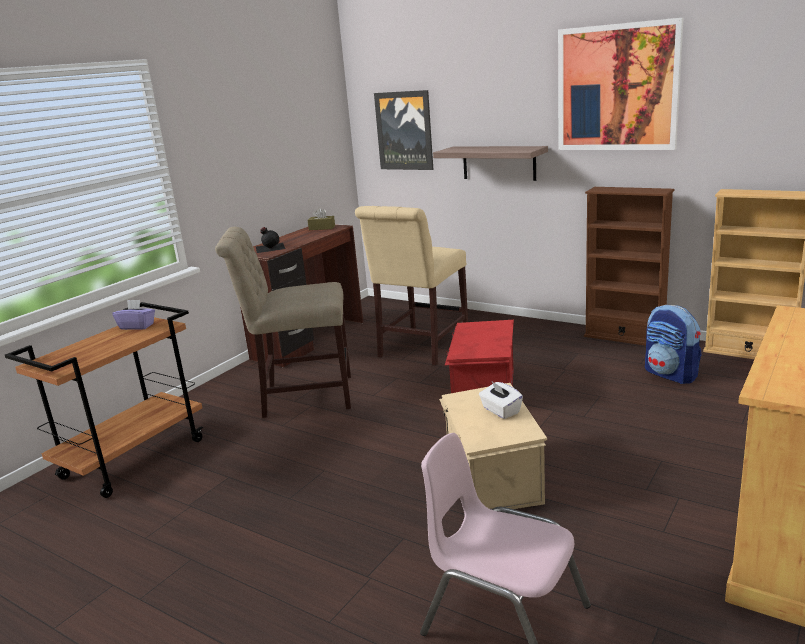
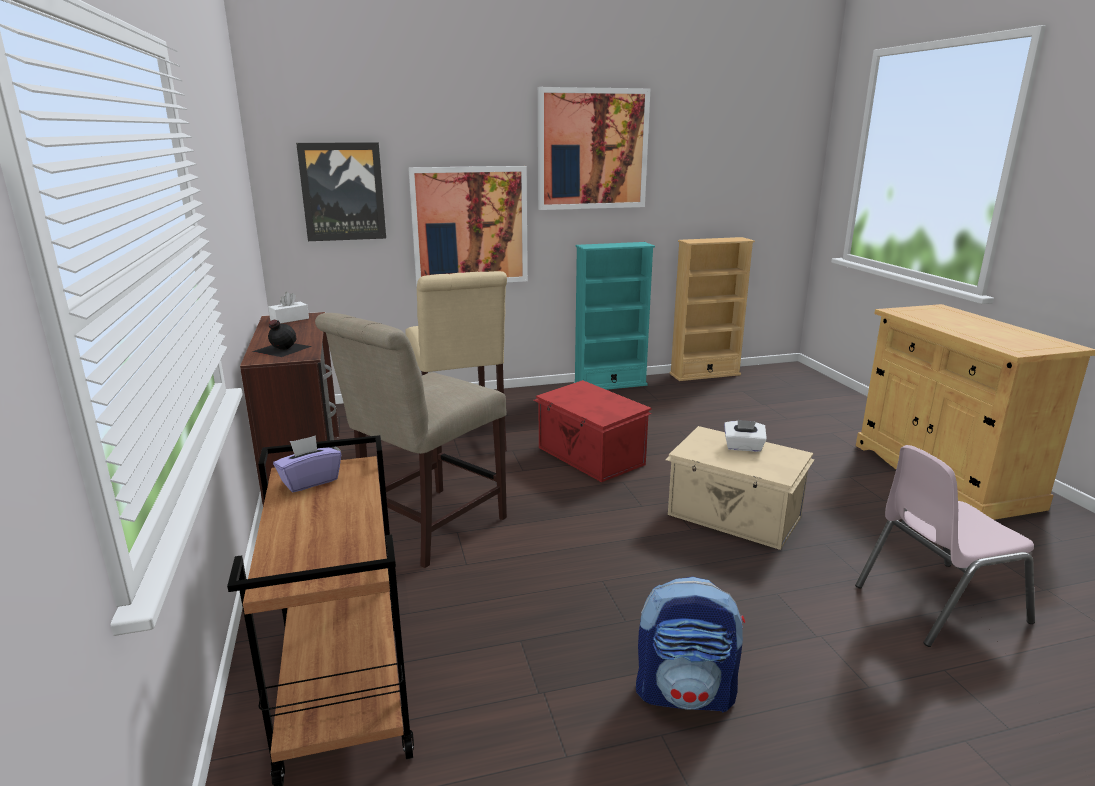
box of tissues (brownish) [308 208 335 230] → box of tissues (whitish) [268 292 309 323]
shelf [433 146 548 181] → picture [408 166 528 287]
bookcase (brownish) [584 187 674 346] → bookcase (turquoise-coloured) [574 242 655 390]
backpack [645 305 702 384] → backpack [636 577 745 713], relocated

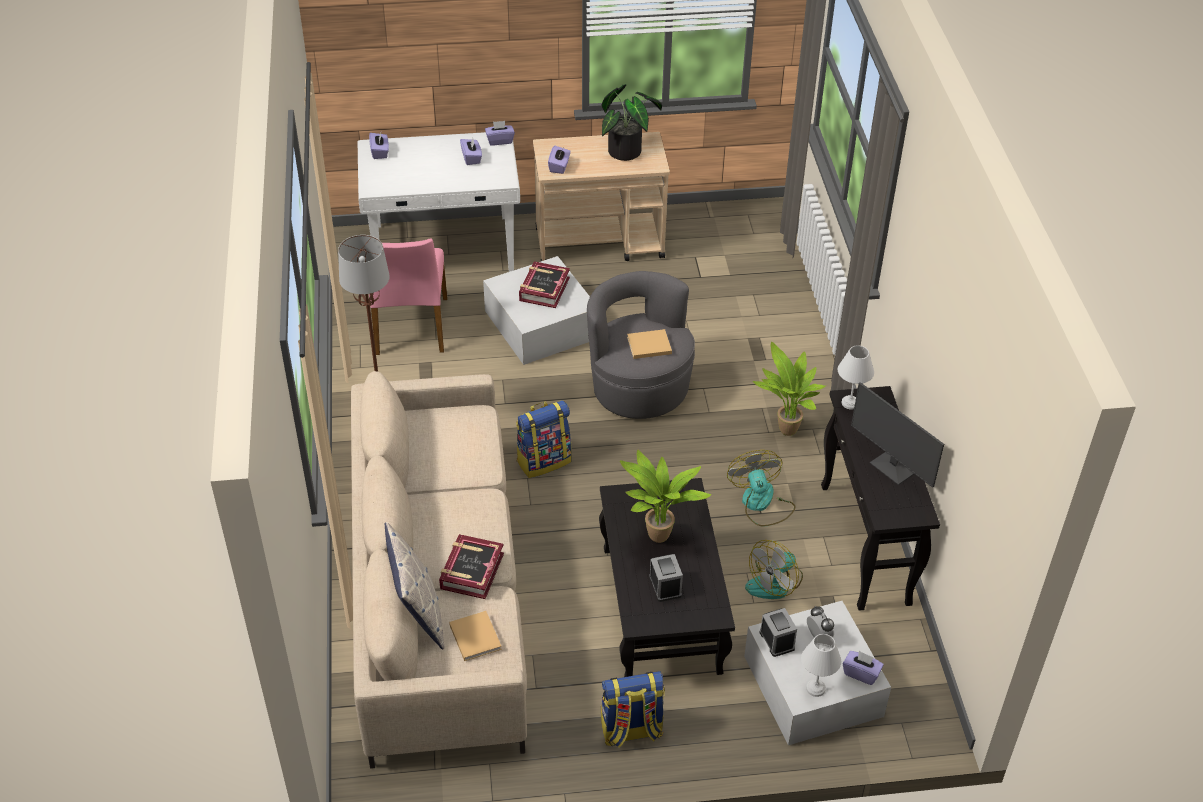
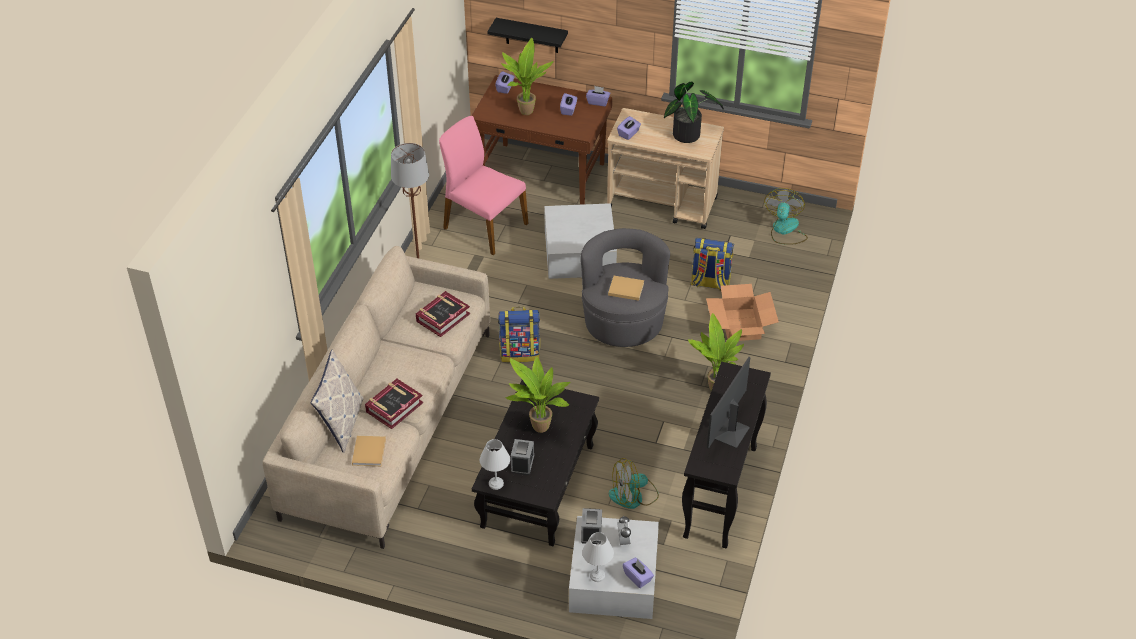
desk unit (whitish) [358 132 520 272] → desk unit (brownish) [472 75 612 205]
upright chair (pink-coloured) [369 238 447 355] → upright chair (pink-coloured) [439 116 529 255], 105 degrees clockwise
bound book [519 261 570 308] → bound book [416 291 470 337], relocated
backpack [601 671 665 748] → backpack [690 238 734 291], relocated
cooling fan [727 450 796 526] → cooling fan [764 188 808 245], relocated
lamp for a table (whitish) [838 345 874 409] → lamp for a table (whitish) [480 439 510 490], relocated
computer display [851 382 944 488] → computer display [707 357 750 449], 45 degrees clockwise
- → shelf (black) [487 18 568 53]
- → plant in a pot [501 38 554 115]
- → carton [706 284 779 341]

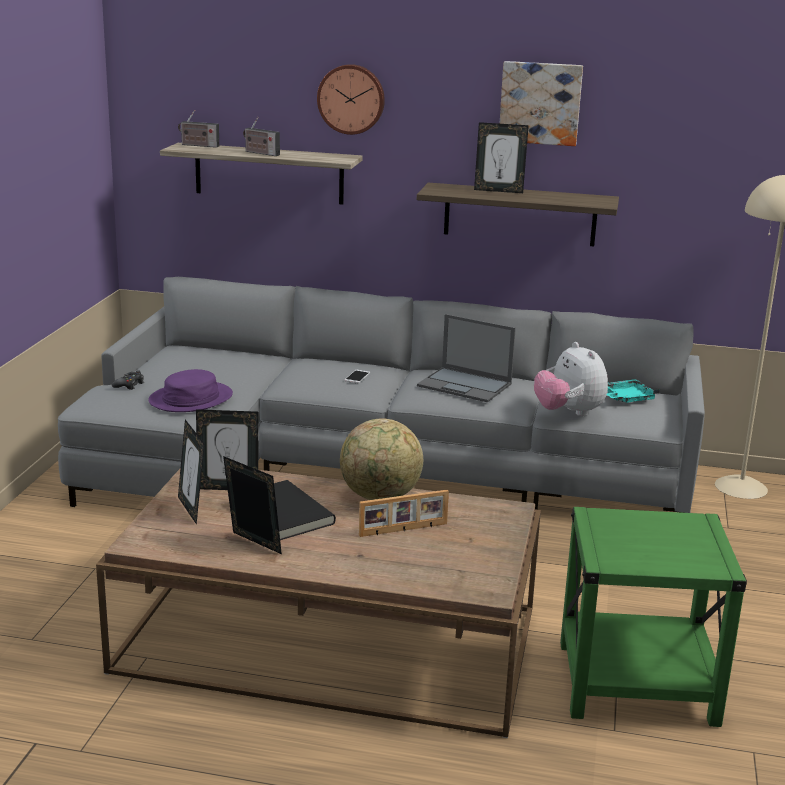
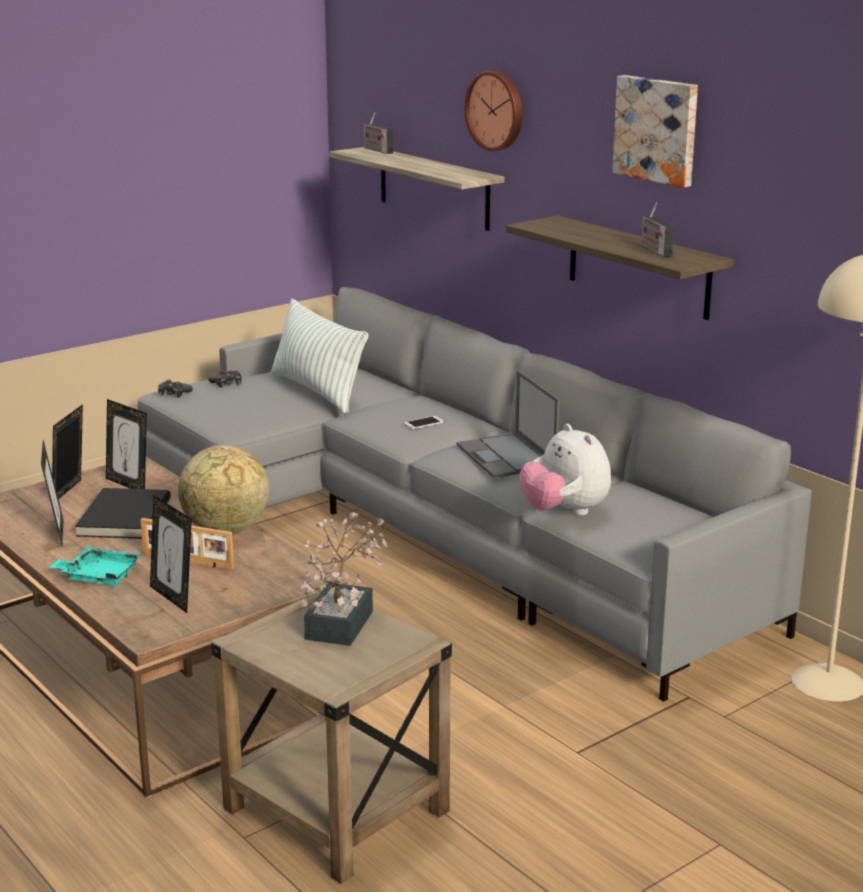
clothing hat (purple-coloured) [148 369 233 412] → -
radio receiver [243 117 280 156] → radio receiver [642 203 674 257], relocated
standing frame [474 122 529 193] → standing frame [150 496 192 613], relocated
plush toy [534 342 608 416] → plush toy [519 424 611 516], 45 degrees counterclockwise
end table (greenish) [560 507 747 727] → end table (beige) [211 589 452 884]
serving tray (turquoise-coloured) [607 379 660 403] → serving tray (turquoise-coloured) [49 546 141 586], relocated
- → joypad (black) [158 380 193 398]
- → pillow [271 299 368 414]
- → plant in a pot [300 512 388 646]

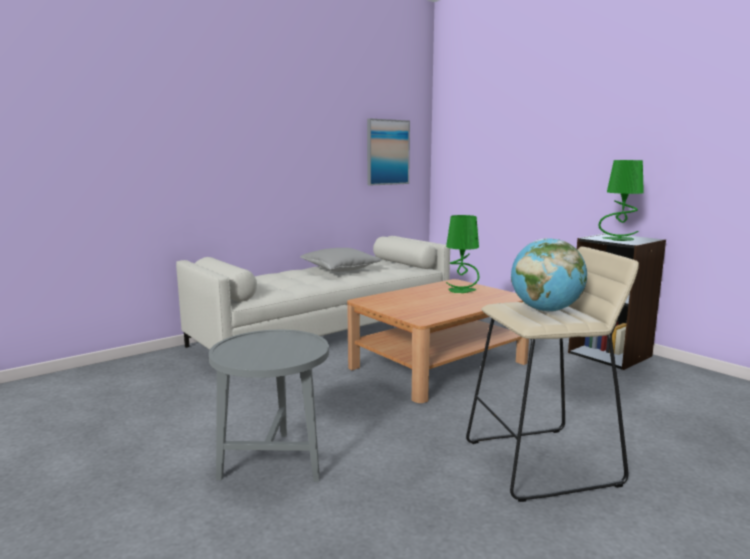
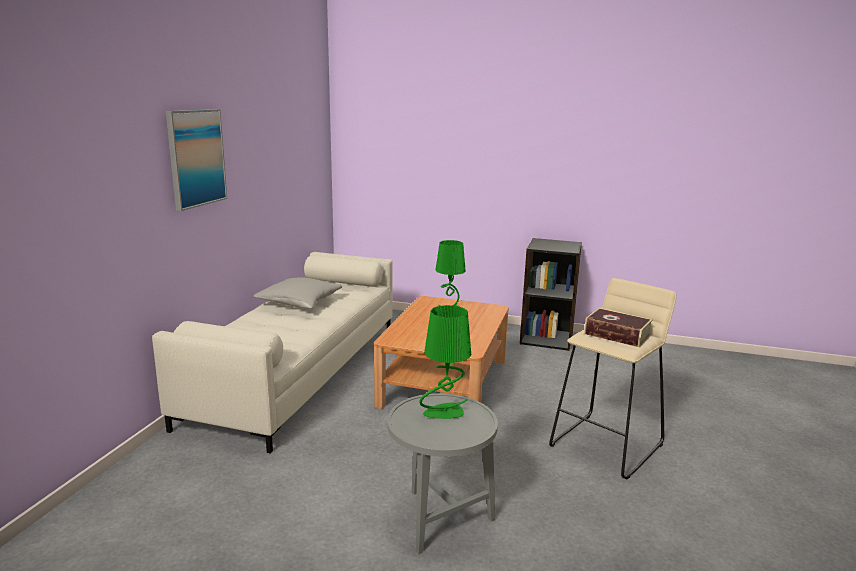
picture [367 118 410 185] → picture [166 109 227 211], relocated
globe [511 238 587 312] → bound book [584 308 653 347]
lamp for a table (greenish) [599 160 644 241] → lamp for a table (greenish) [419 305 471 419], relocated

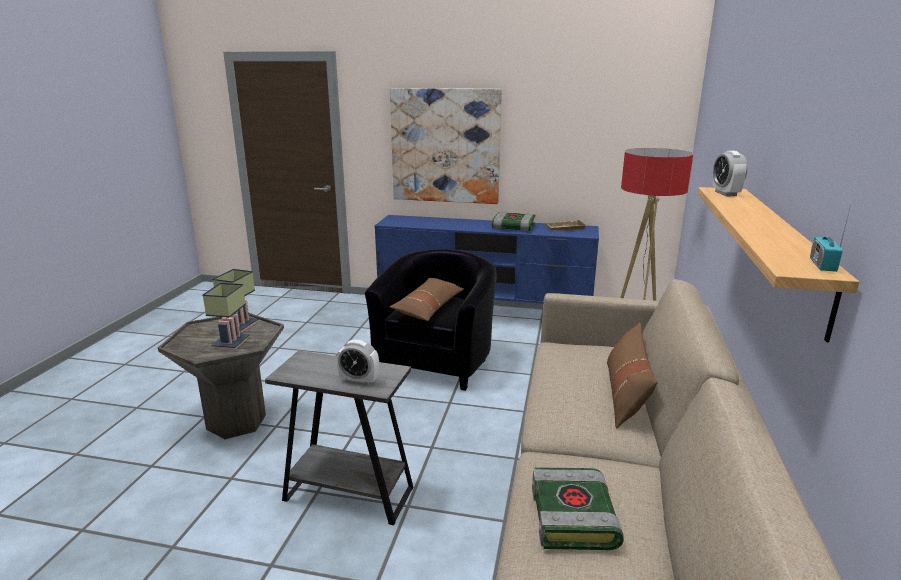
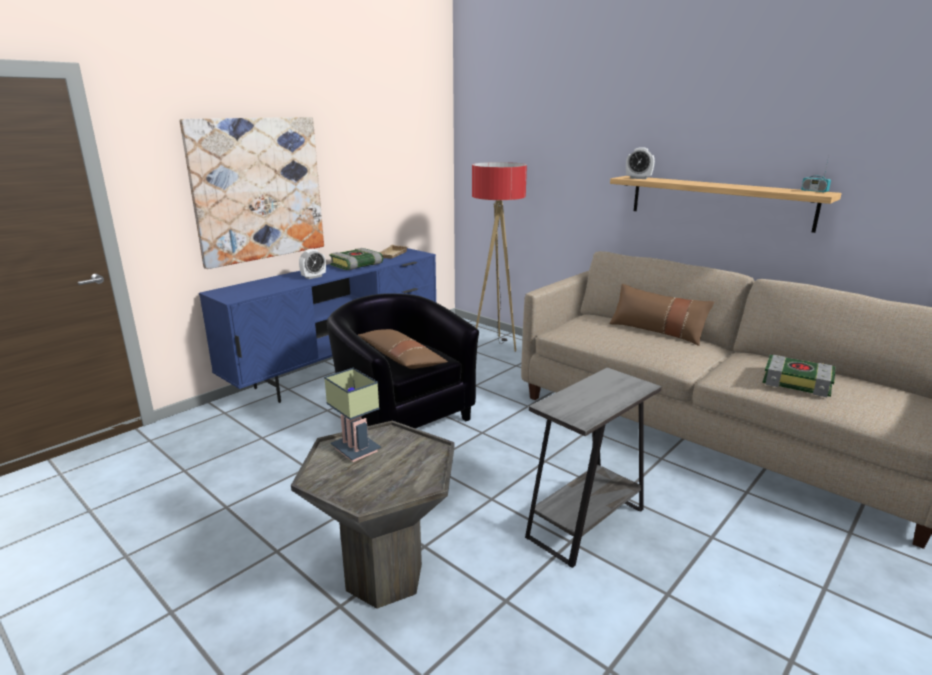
lamp for a table [203 283 250 350] → -
bedside clock [336 340 379 386] → bedside clock [299 248 326 279], relocated

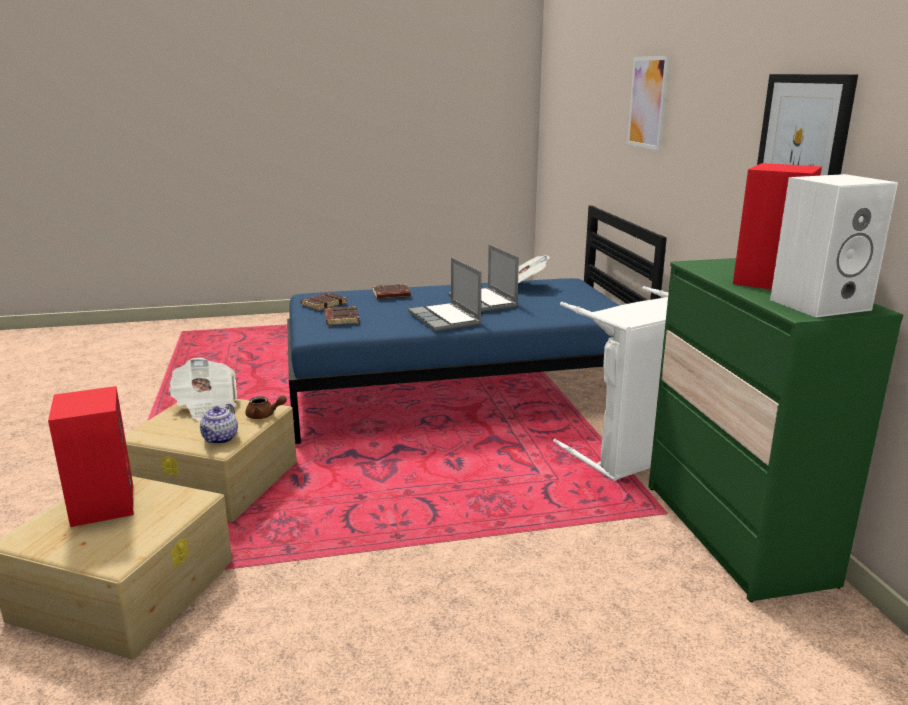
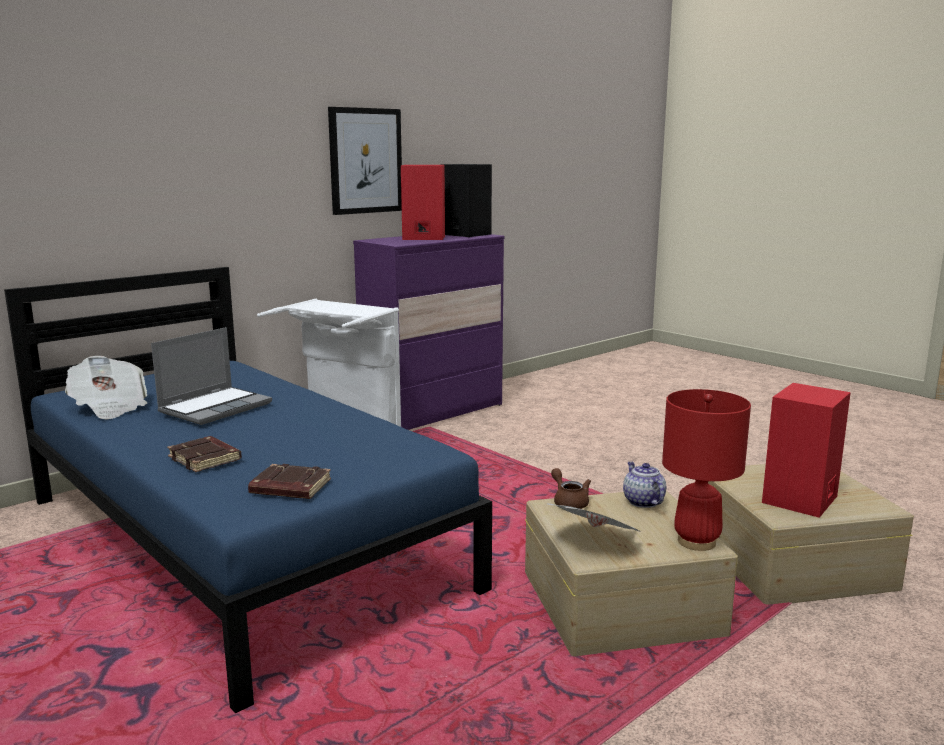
pot for tea [200 403 238 444] → pot for tea [623 462 666 508], 90 degrees counterclockwise
bound book (brownish) [325 306 359 325] → -
laptop [408 257 481 331] → -
picture [627 56 669 150] → -
drawer chest (greenish) [649 258 903 602] → drawer chest (purple-coloured) [353 234 505 430]
audio speaker (whitish) [770 174 898 318] → audio speaker (black) [440 164 492 237]
- → lamp for a table (reddish) [662 389 751 551]

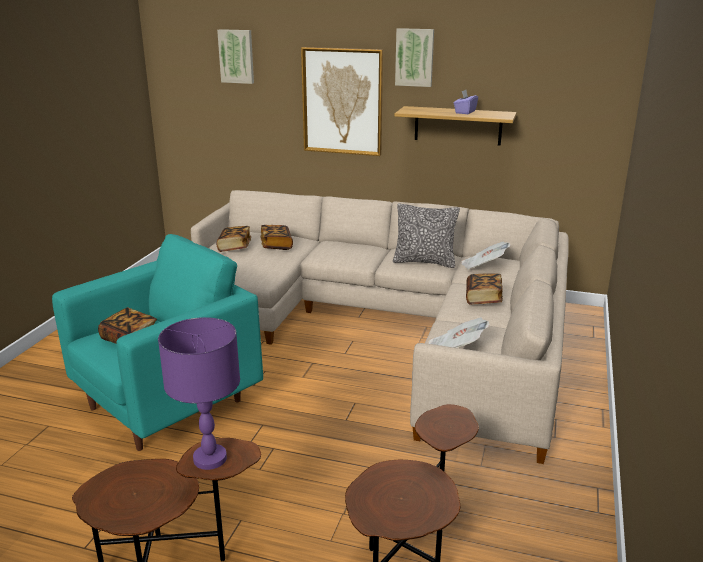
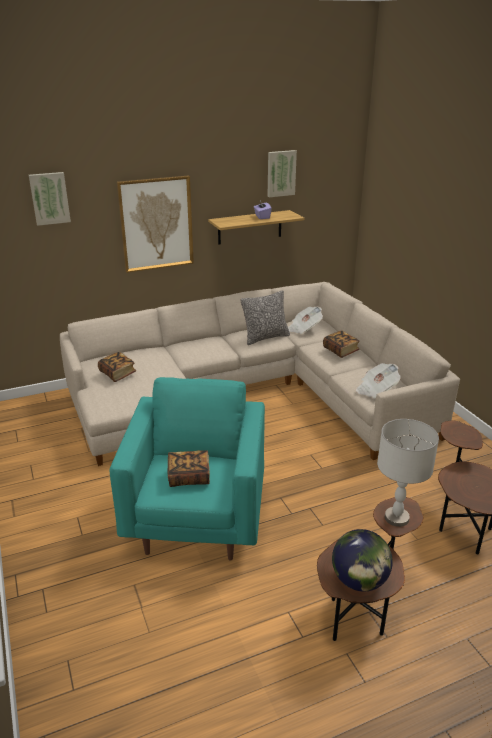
lamp for a table (purple-coloured) [158 317 240 470] → lamp for a table (grey) [377 419 439 527]
bound book [261 225 293 250] → -
picture [395 28 434 87] → picture [268 150 297 197], relocated
- → globe [332 529 393 591]

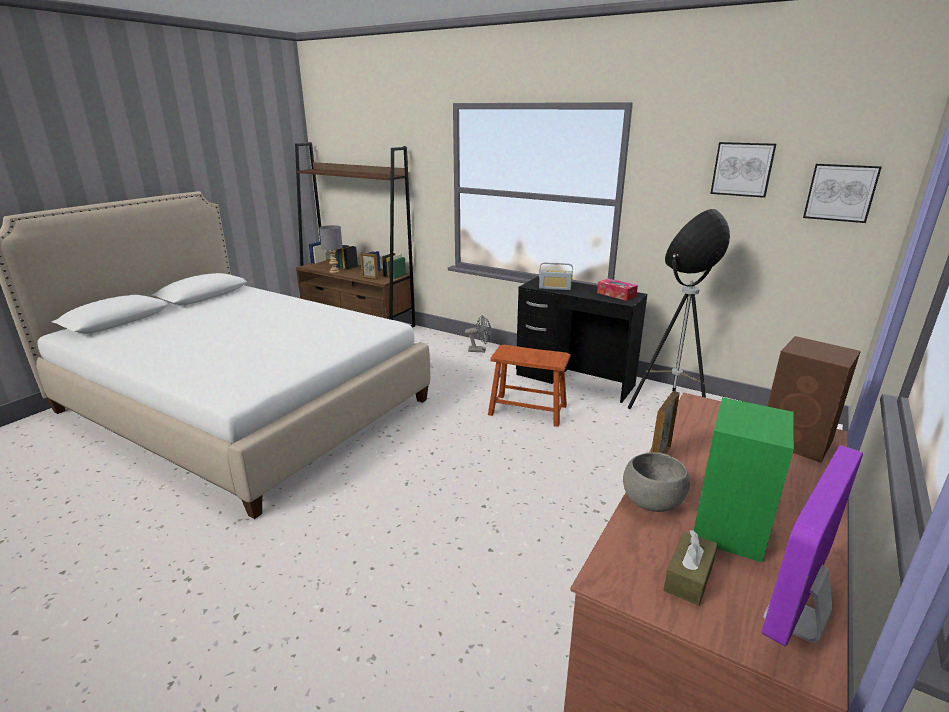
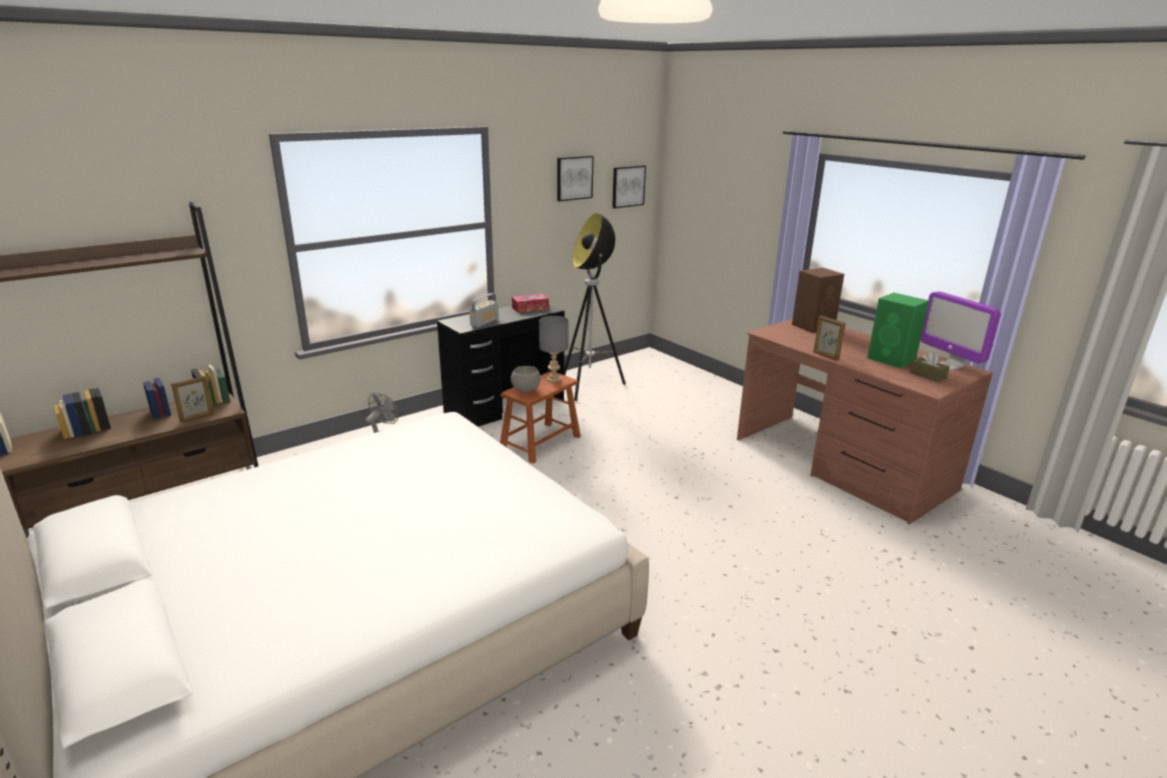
lamp for a table (grey) [319 225 343 273] → lamp for a table (grey) [539 316 569 382], relocated
serving bowl (grey) [623 452 690 512] → serving bowl (grey) [511 366 541 392], relocated

